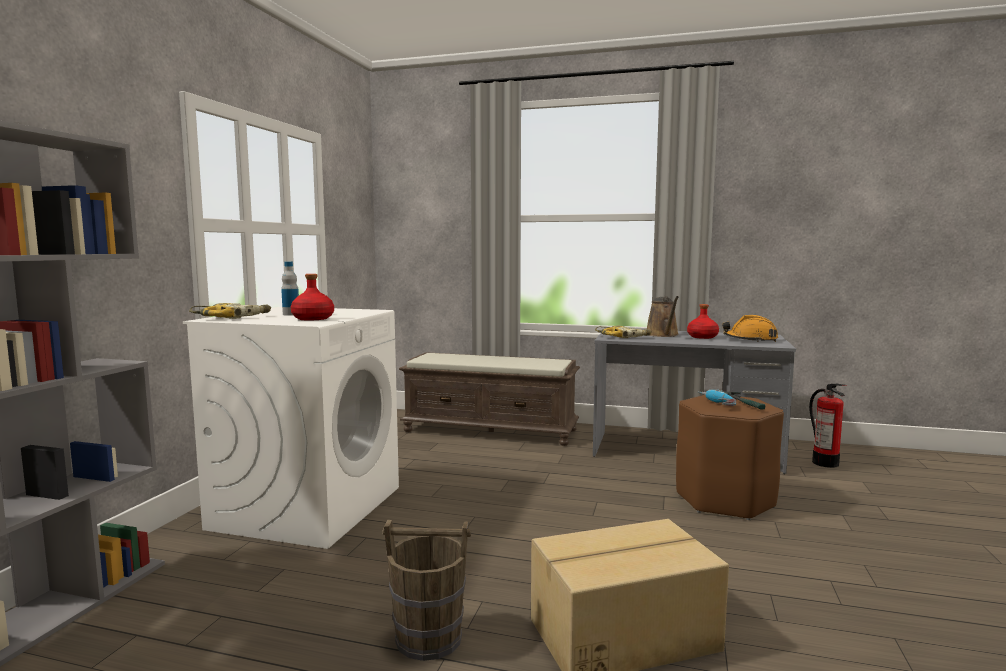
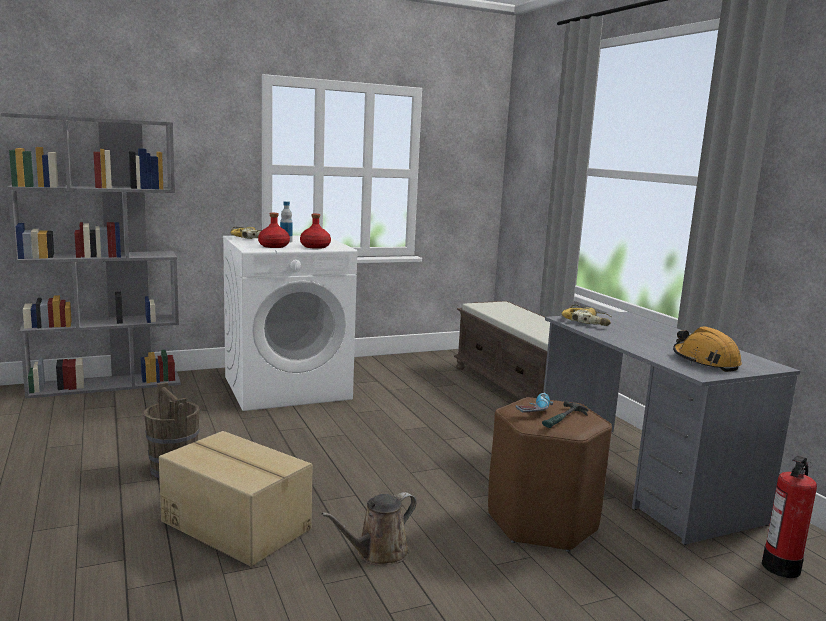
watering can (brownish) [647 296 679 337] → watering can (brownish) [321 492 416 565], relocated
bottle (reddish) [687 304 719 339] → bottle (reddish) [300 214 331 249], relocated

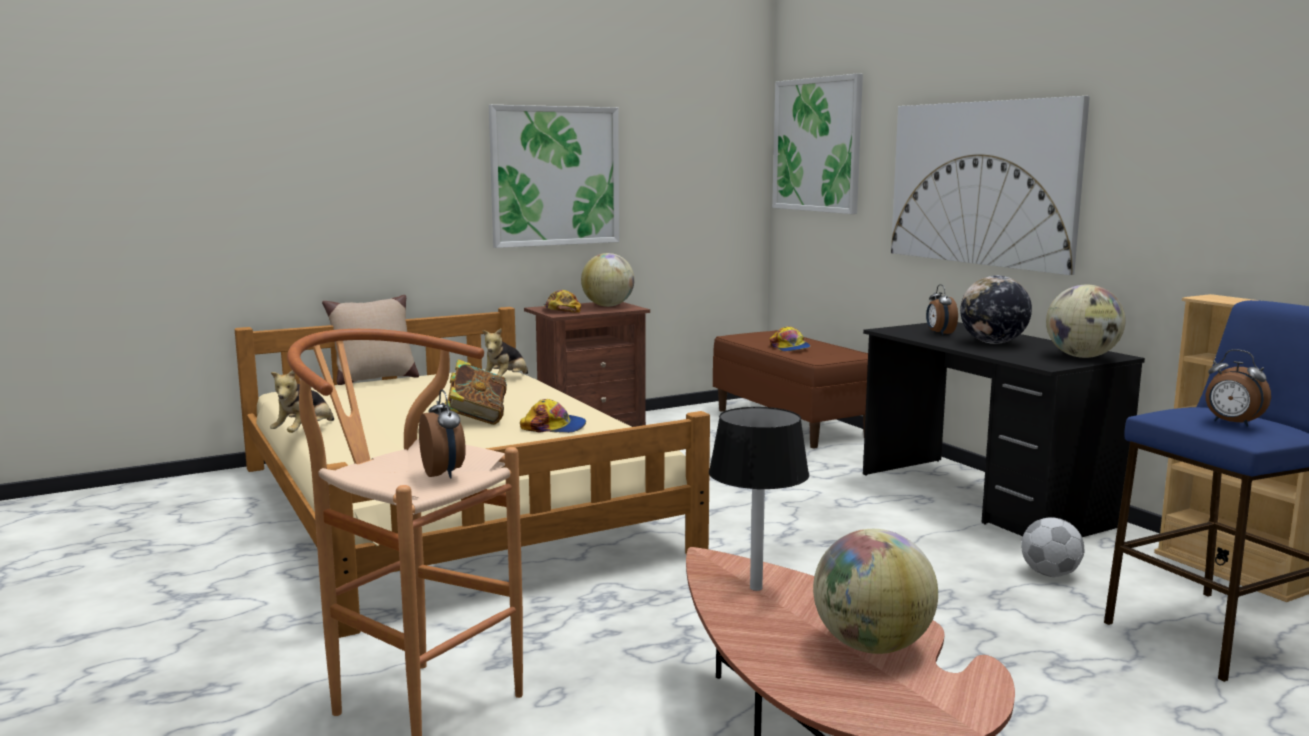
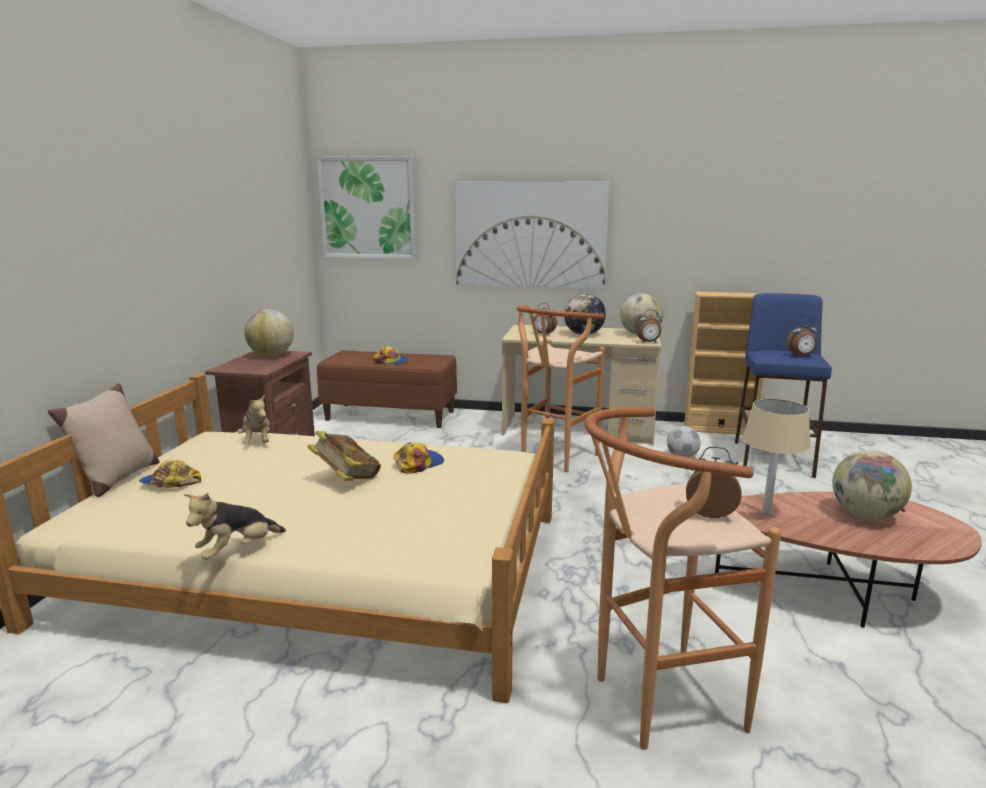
plush toy [270 370 334 433] → plush toy [184 493 286 560], 75 degrees clockwise
picture [489 105 619 248] → -
cap [543 290 581 313] → cap [139 460 201 488], relocated
lamp for a table (black) [709 407 809 591] → lamp for a table (beige) [742 399 811 515]
desk unit (black) [863 322 1145 537] → desk unit (beige) [501 325 661 445]
- → stool (brownish) [516 305 605 472]
- → bedside clock [636 310 662 343]

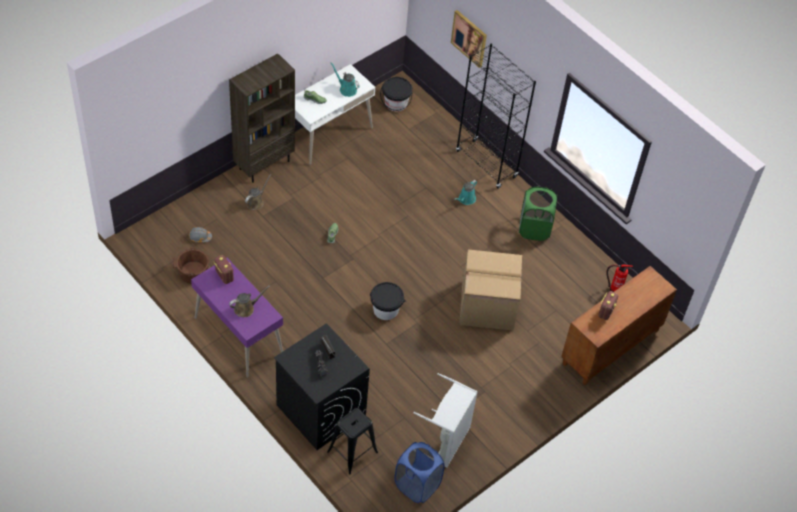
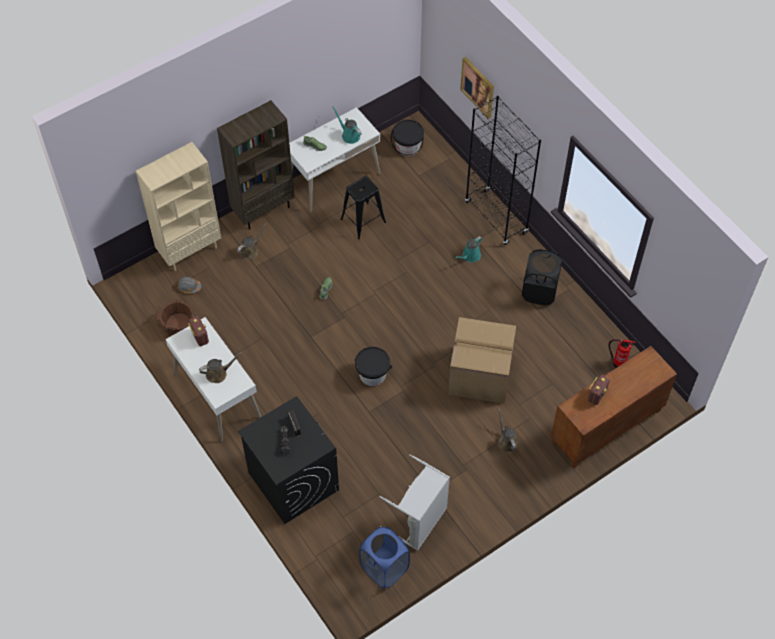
desk unit (purple-coloured) [191 258 283 378] → desk unit (whitish) [166 317 261 441]
stool (black) [327 408 378 475] → stool (black) [340 176 386 239], relocated
laundry basket (greenish) [519 186 557 241] → laundry basket (black) [522 249 562 305]
- → bookcase (beige) [136 142 221 271]
- → watering can (brownish) [498 408 517 452]

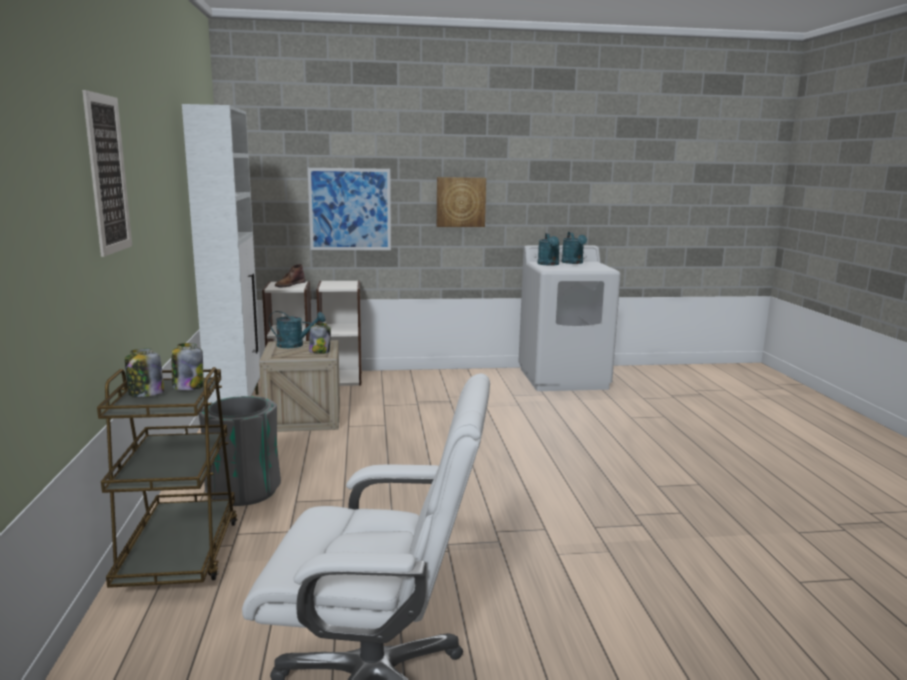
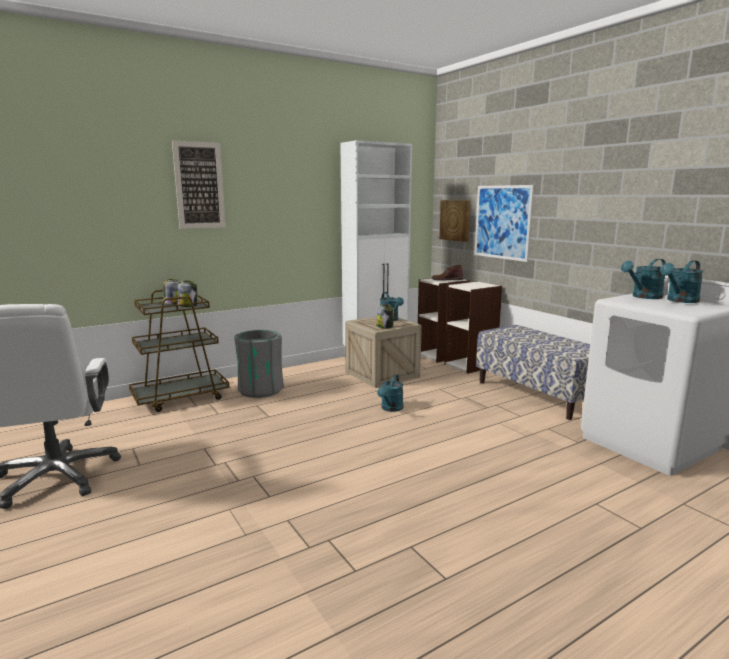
picture [437 177 486 227] → picture [440 200 470 242], relocated
- → watering can (turquoise-coloured) [377 374 404 412]
- → long seat [476 325 590 420]

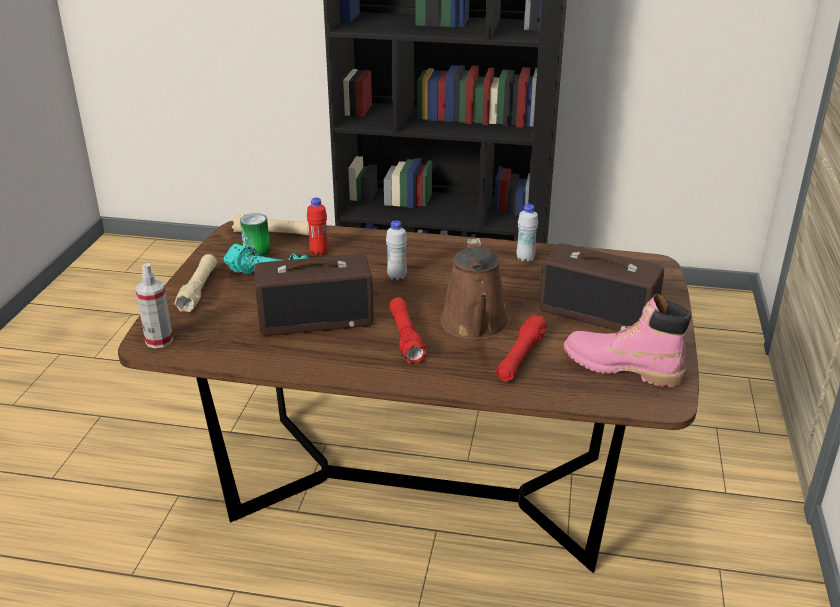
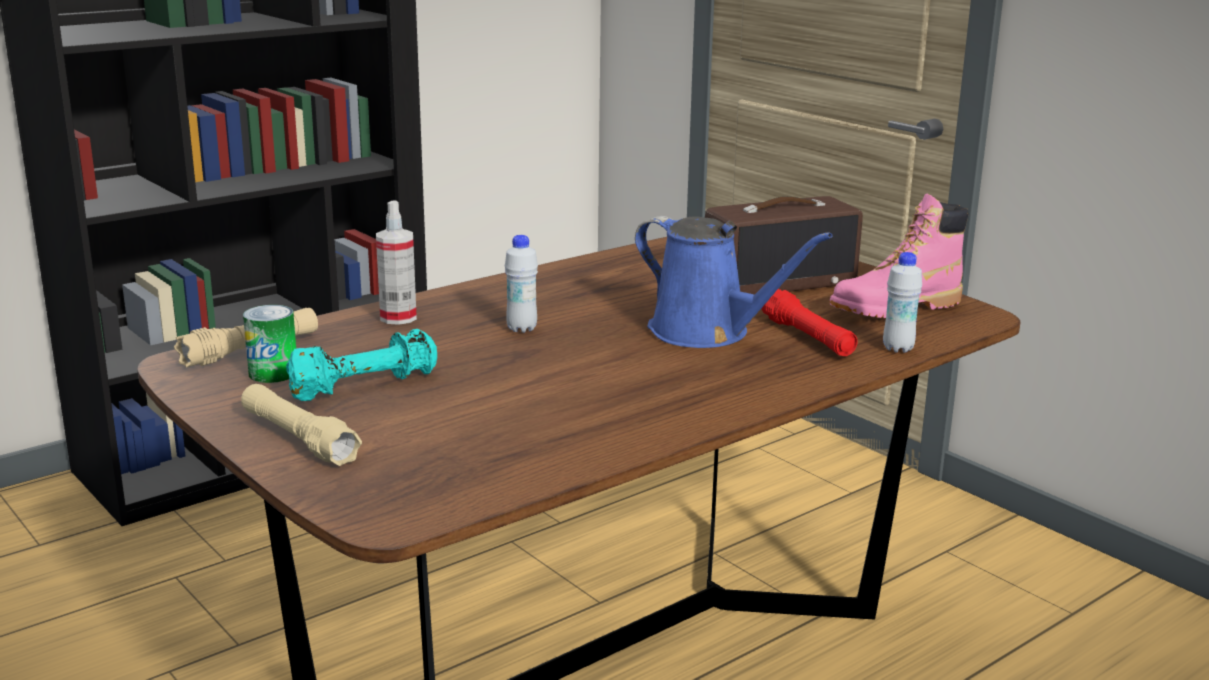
hand sprayer [135 263 173 348] → hand sprayer [376 200 417 325], relocated
radio receiver [254 254 374 336] → -
bottle (reddish) [307 197 328 255] → -
torch (reddish) [389 297 426 364] → -
watering can (brownish) [440 238 510 340] → watering can (blue-coloured) [635 216 832 348]
bottle (whitish) [517 204 538 262] → bottle (whitish) [883 252 922 353], relocated

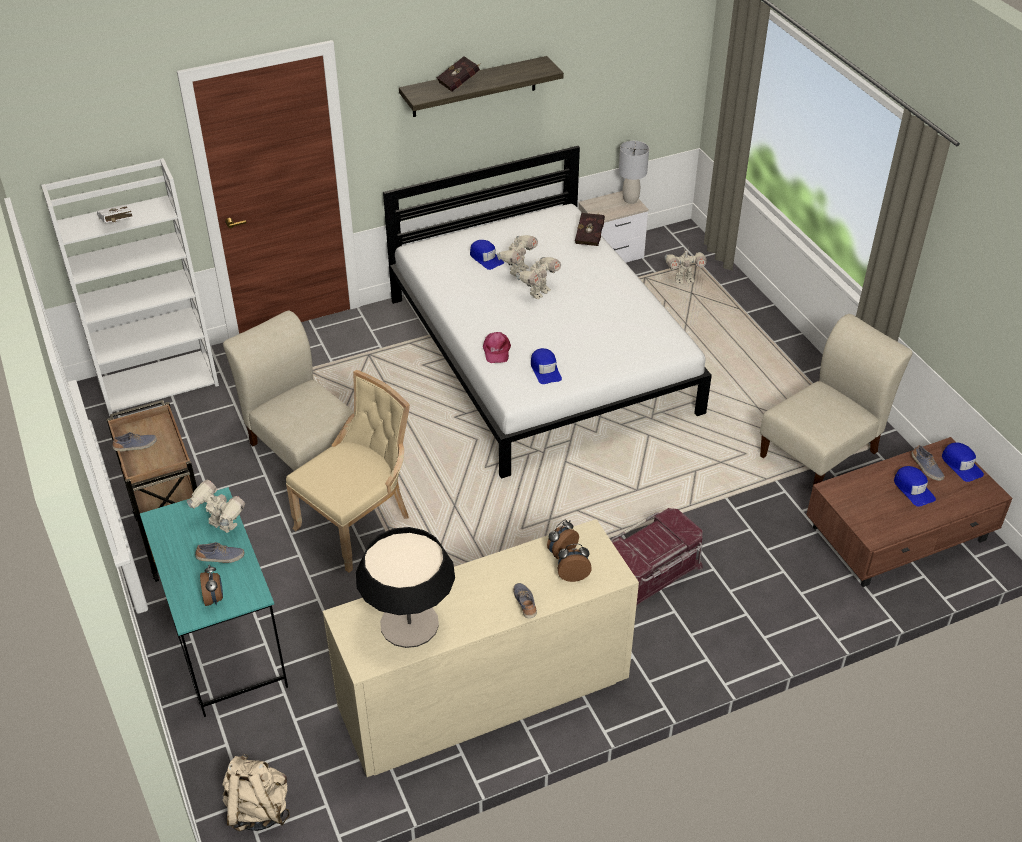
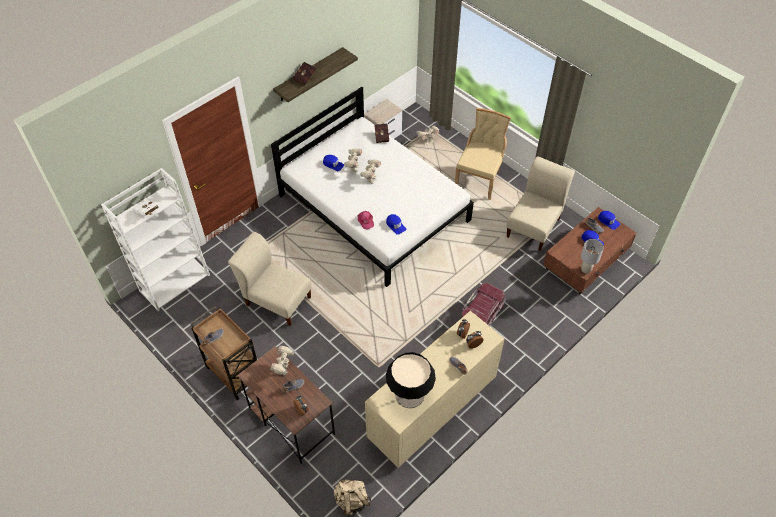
desk unit (turquoise-coloured) [140 487 288 717] → desk unit (brownish) [237 346 335 464]
robot figure [187 480 245 533] → robot figure [270 346 295 376], 90 degrees counterclockwise
upright chair (beige) [286 370 410 573] → upright chair (beige) [455 108 511 200], relocated
lamp for a table (grey) [618 141 649 204] → lamp for a table (grey) [581 239 604 274], relocated

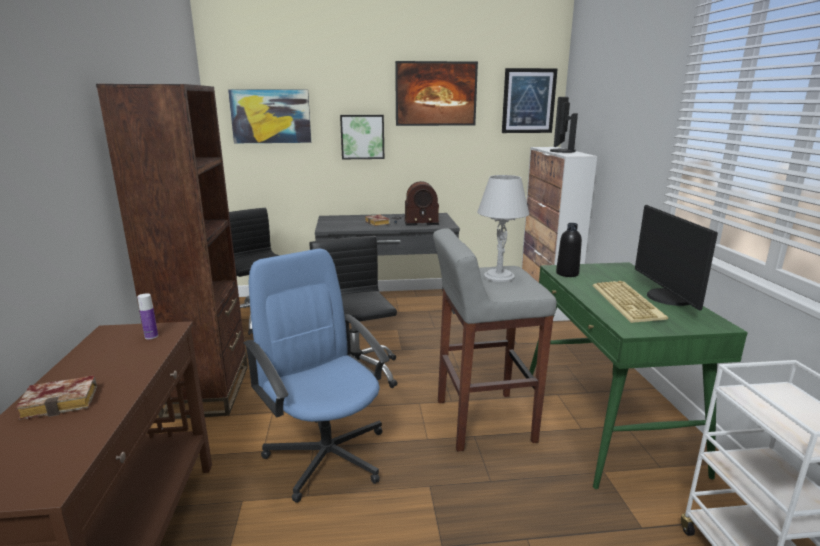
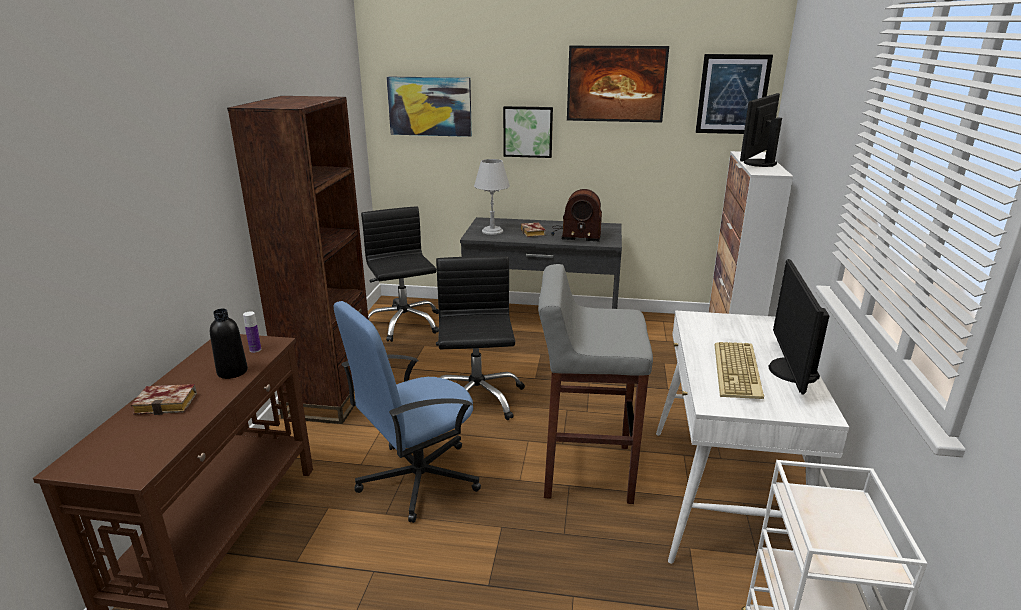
office chair (blue-coloured) [244 248 390 503] → office chair (blue-coloured) [334 301 481 523], 105 degrees counterclockwise
lamp for a table (grey) [477 175 529 282] → lamp for a table (grey) [474 159 510 235], relocated
desk unit (greenish) [529 262 748 489] → desk unit (whitish) [656 310 849 564]
bottle (black) [556 223 582 277] → bottle (black) [210 309 248 379], relocated

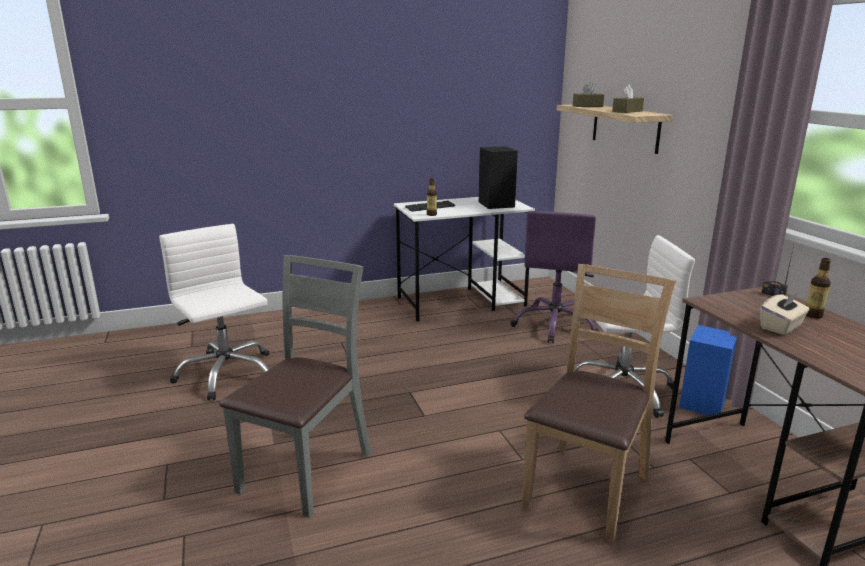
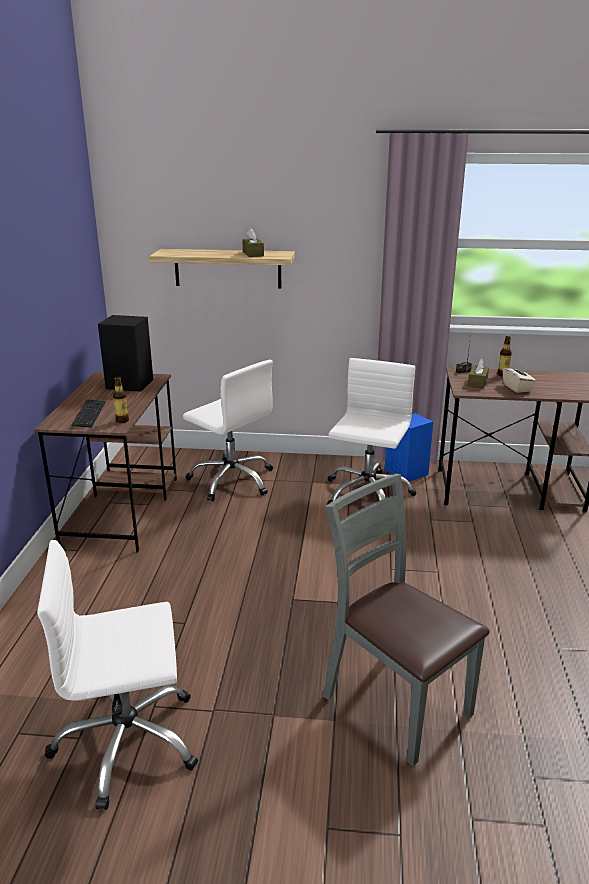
desk unit (whitish) [394 197 535 322] → desk unit (brownish) [34 372 177 553]
office chair (purple-coloured) [510 211 599 343] → office chair (whitish) [183 360 273 501]
upright chair (brownish) [522 264 676 543] → -
box of tissues (brownish) [573 82 604 107] → box of tissues (brownish) [468 359 489 389], relocated

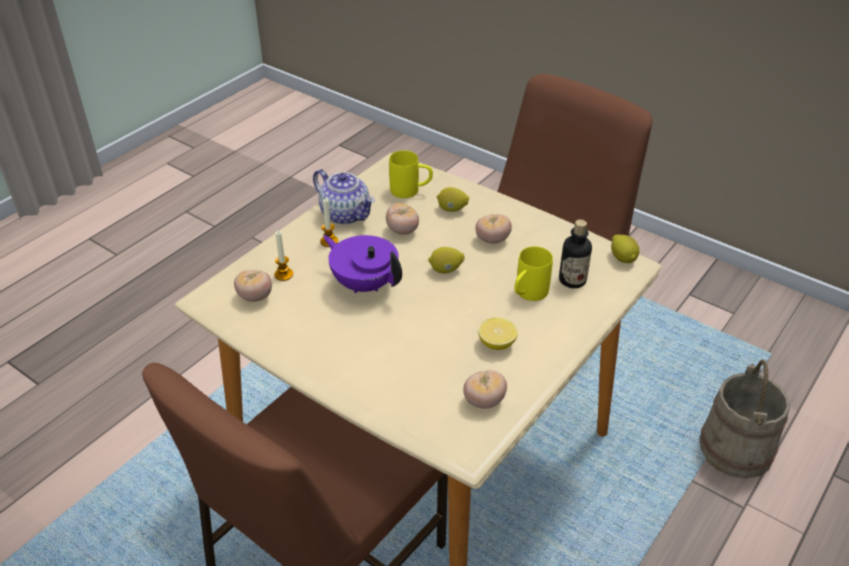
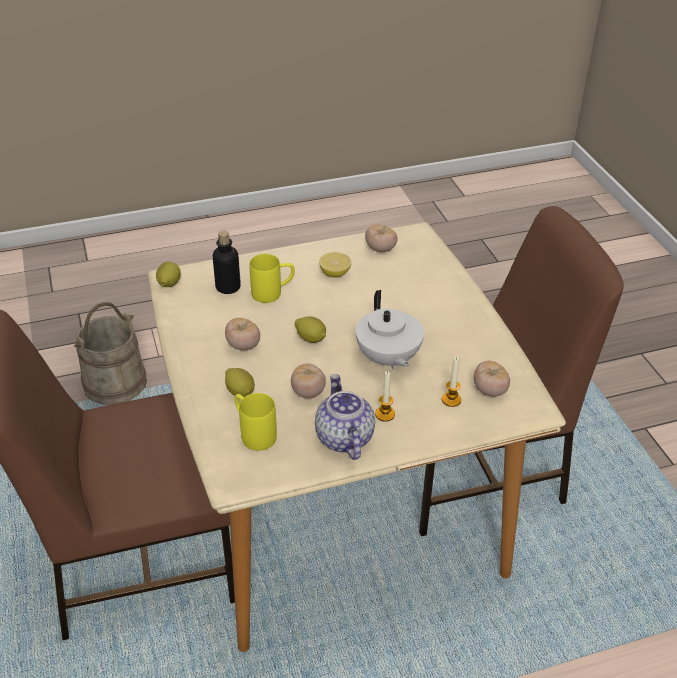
pot for tea (purple-coloured) [323 235 402 293] → pot for tea (whitish) [356 290 424 370]

